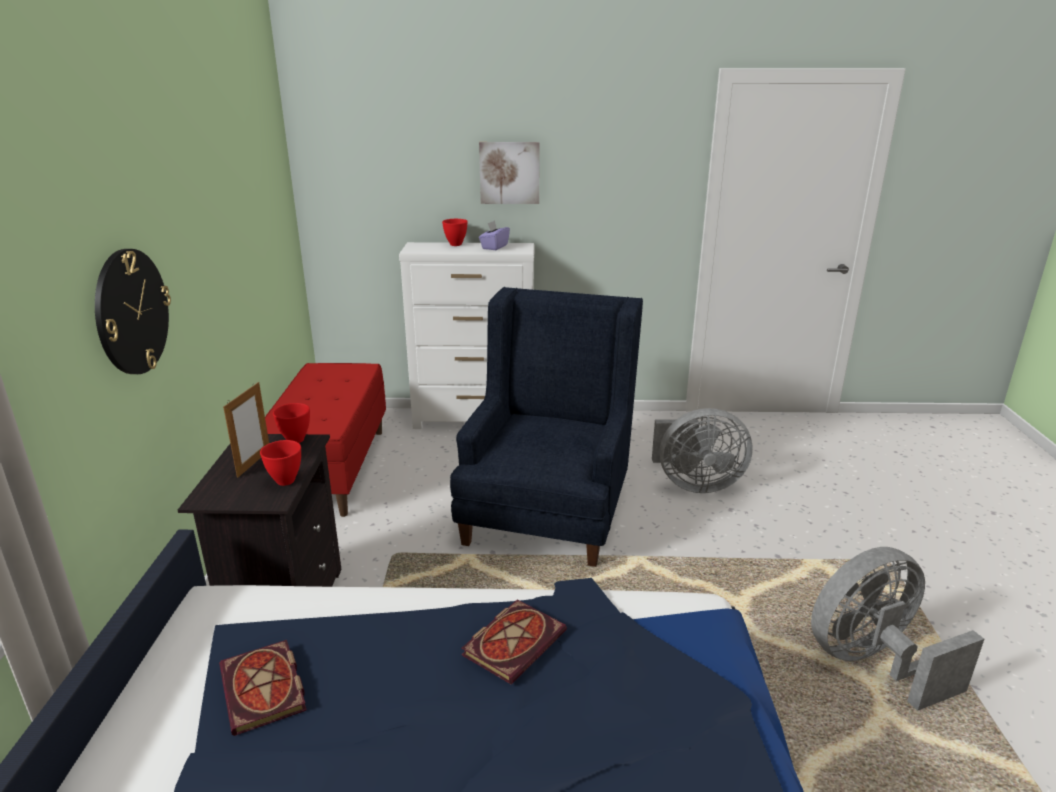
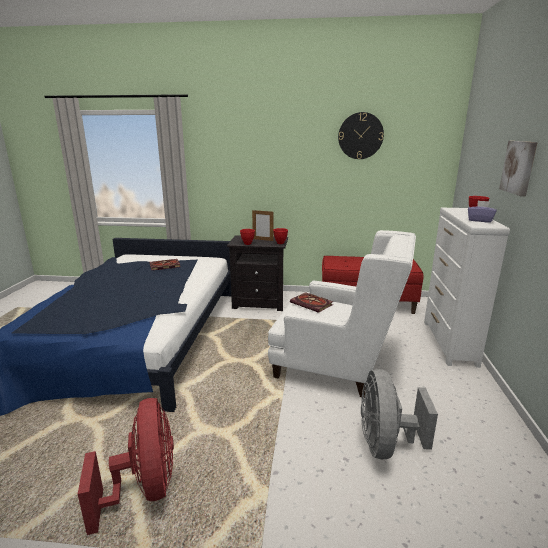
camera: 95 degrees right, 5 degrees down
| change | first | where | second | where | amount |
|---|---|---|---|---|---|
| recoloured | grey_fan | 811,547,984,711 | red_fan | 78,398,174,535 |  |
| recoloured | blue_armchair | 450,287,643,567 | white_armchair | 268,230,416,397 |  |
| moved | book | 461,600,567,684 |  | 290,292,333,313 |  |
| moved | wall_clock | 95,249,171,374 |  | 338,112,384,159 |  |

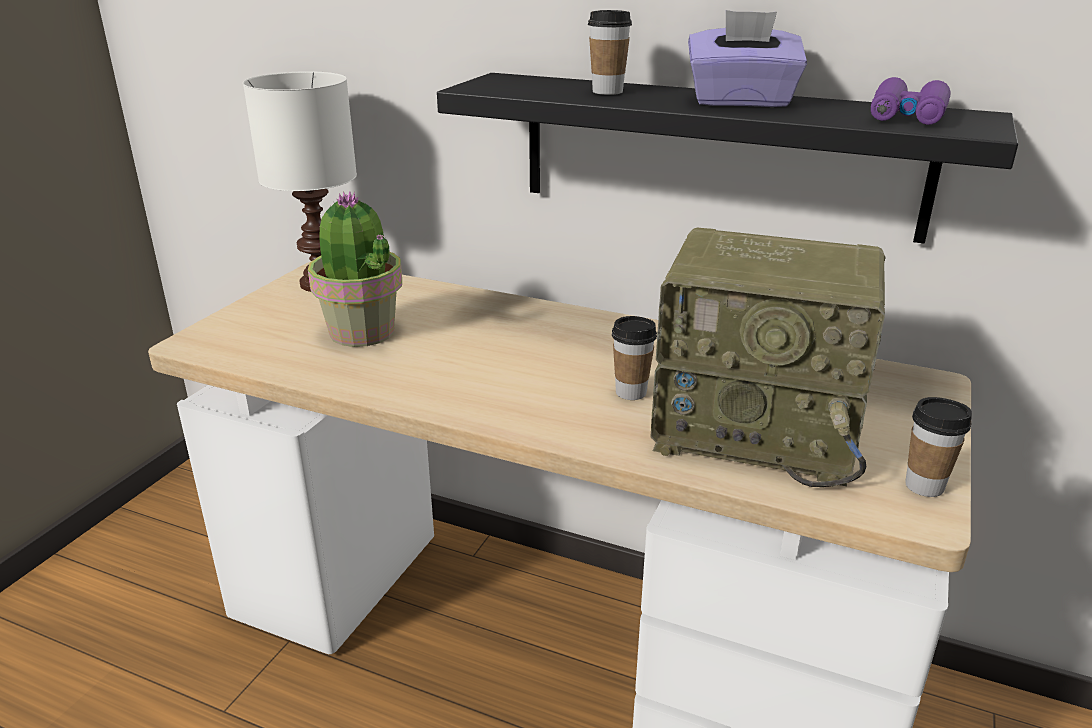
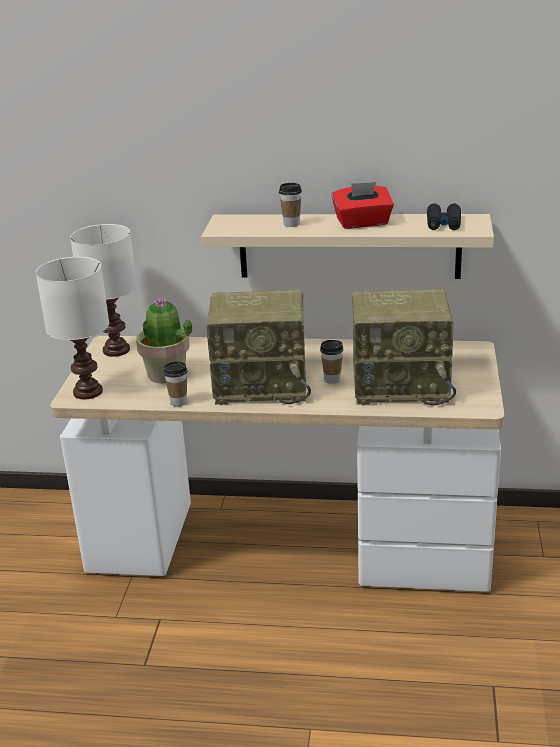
camera: 15 degrees left, 0 degrees up
| change | first | where | second | where | amount |
|---|---|---|---|---|---|
| added |  |  | white_table_lamp | 36,257,109,399 |  |
| moved | cup | 905,397,972,497 |  | 163,362,187,406 |  |
| recoloured | black_shelf | 437,73,1018,244 | beige_shelf | 201,214,494,279 |  |
| added |  |  | radio | 207,289,311,405 |  |
| recoloured | purple_tissue_box | 688,10,807,107 | red_tissue_box | 331,182,394,229 |  |
| recoloured | purple_binoculars | 871,77,950,125 | black_binoculars | 427,203,461,230 |  |

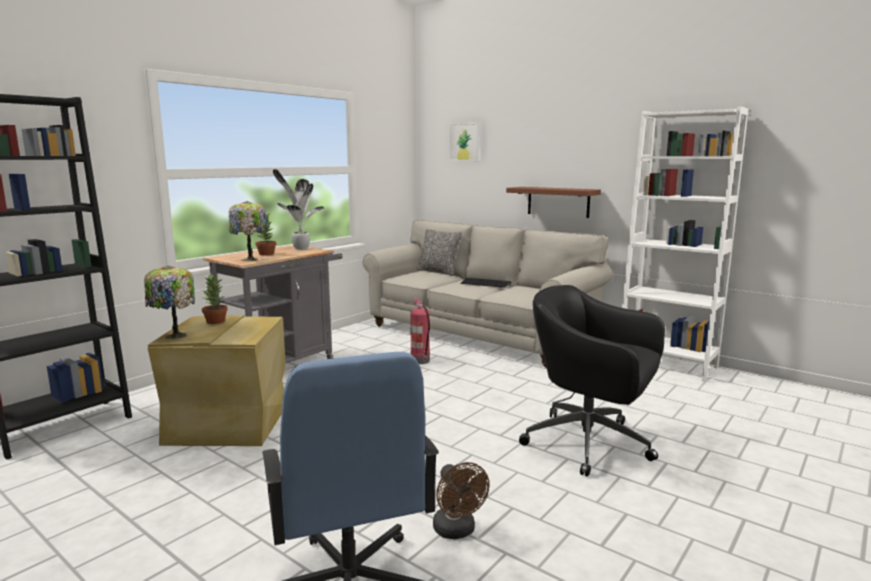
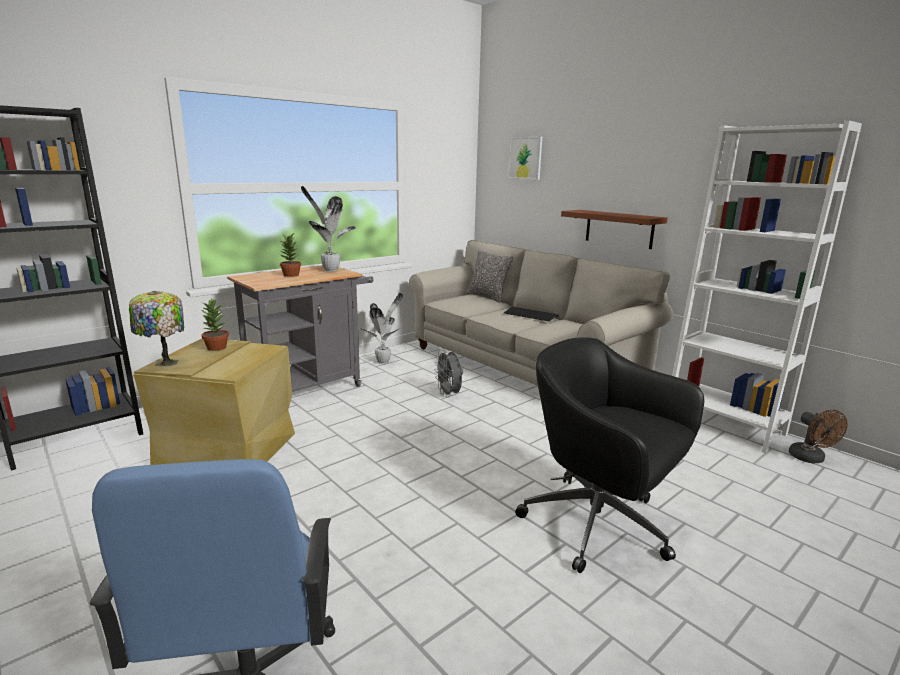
camera: 10 degrees right, 5 degrees up
| change | first | where | second | where | amount |
|---|---|---|---|---|---|
| added |  |  | potted_plant | 360,293,403,364 |  |
| replaced | fire_extinguisher | 410,297,430,364 | grey_fan | 434,350,463,398 |  |
| moved | brown_fan | 433,462,489,539 |  | 789,410,847,463 |  |
| removed | table_lamp | 229,201,267,261 |  |  |  |

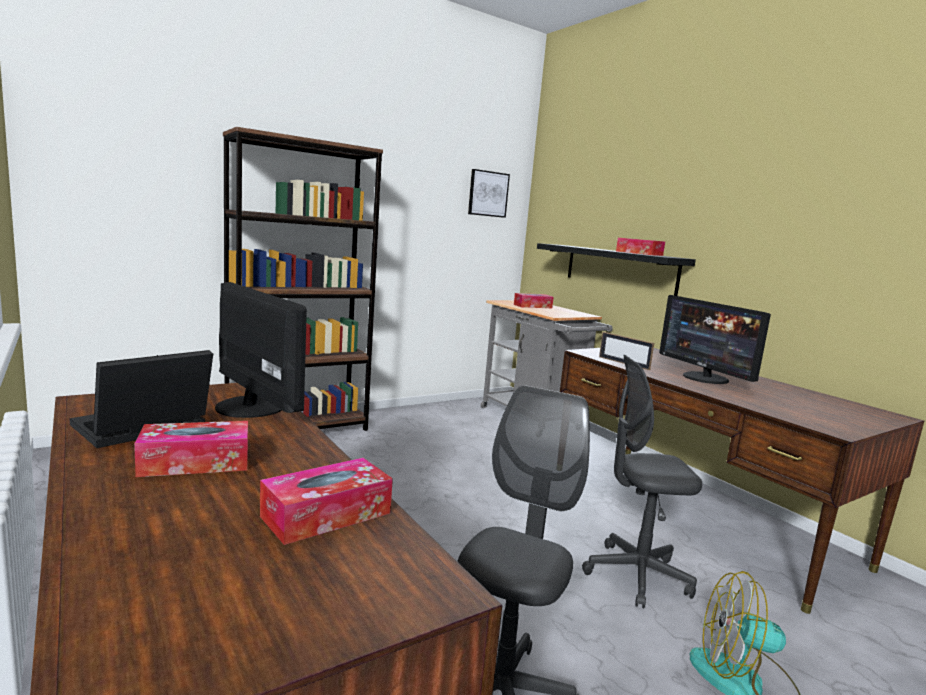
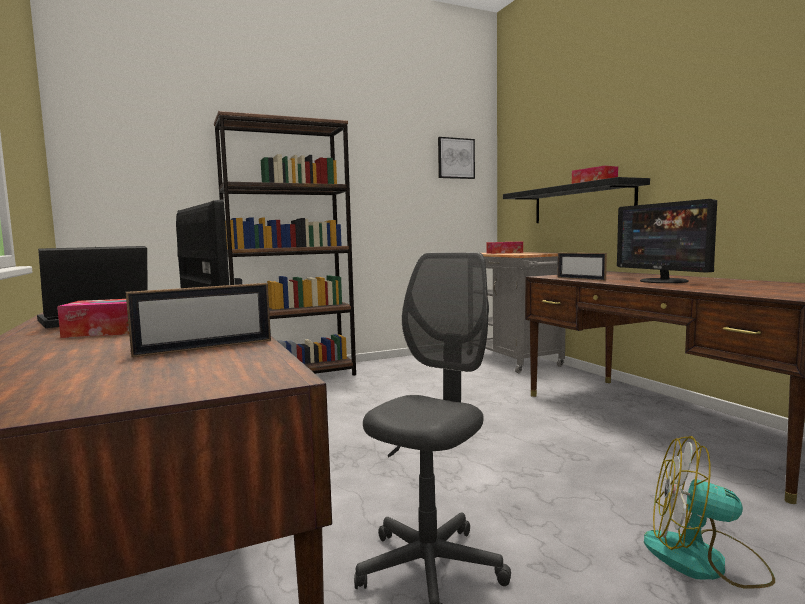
camera: 10 degrees right, 5 degrees down
| change | first | where | second | where | amount |
|---|---|---|---|---|---|
| replaced | tissue_box | 260,458,393,545 | picture_frame | 126,283,271,357 |  |
| removed | grey_office_chair | 582,355,702,608 |  |  |  |

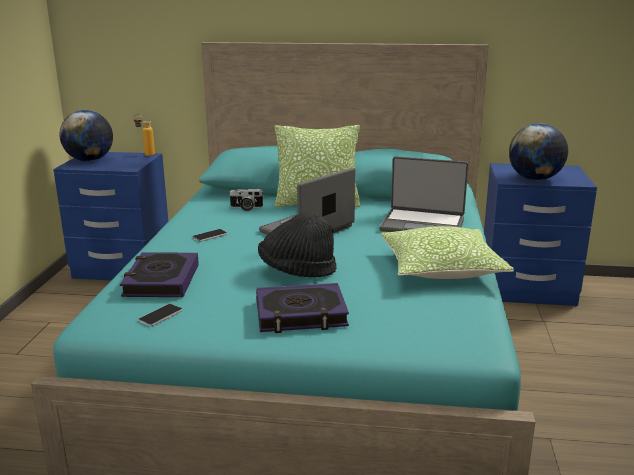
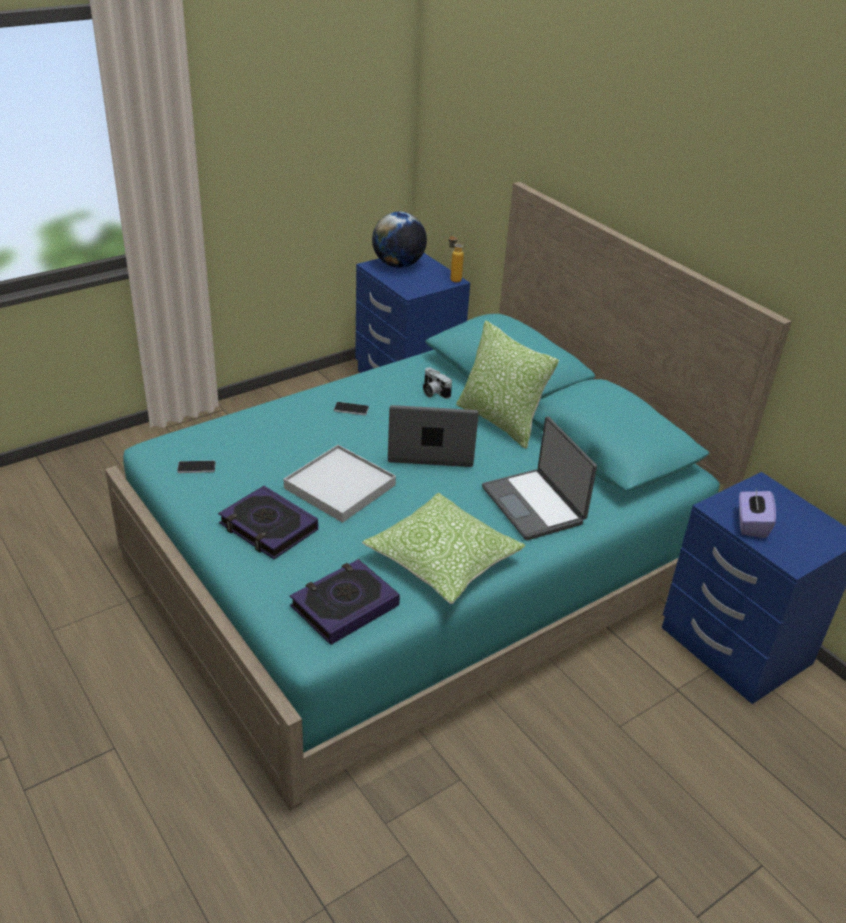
camera: 45 degrees right, 15 degrees up
| change | first | where | second | where | amount |
|---|---|---|---|---|---|
| replaced | black_hat | 258,212,336,277 | white_tray | 284,445,396,523 |  |
| moved | book | 120,252,199,297 |  | 290,559,400,645 |  |
| replaced | globe | 509,123,568,180 | purple_tissue_box | 739,489,776,538 |  |

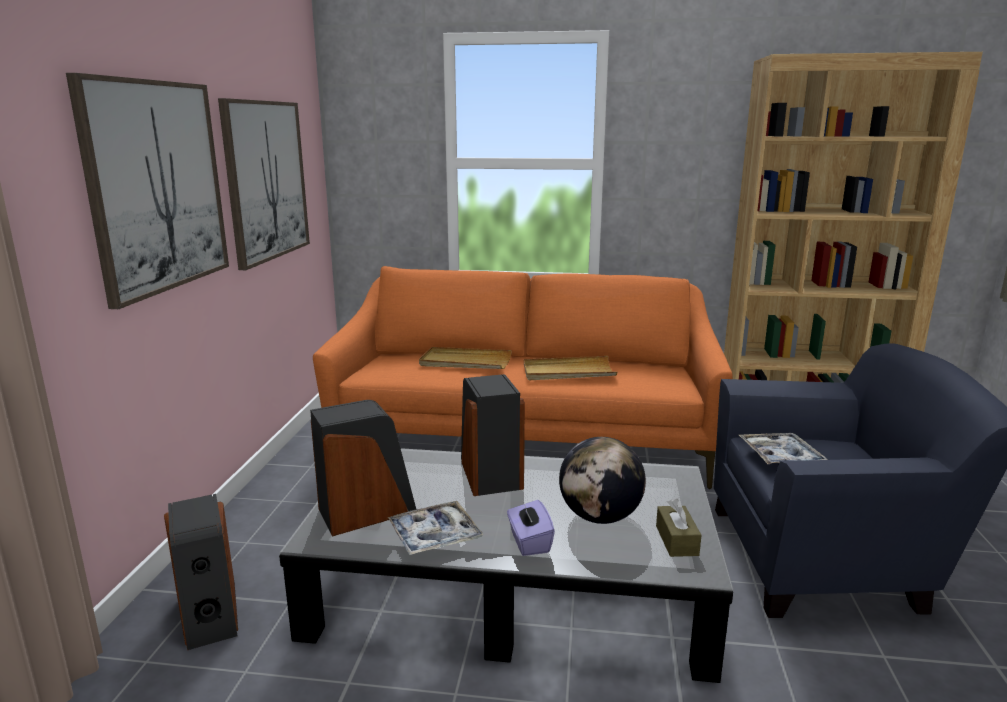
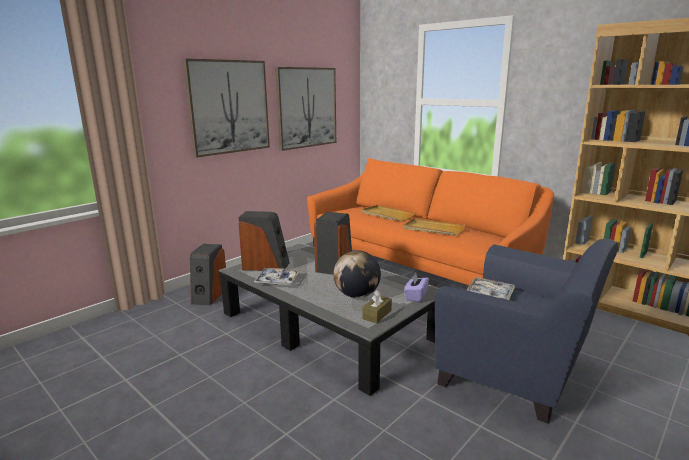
camera: 35 degrees right, 0 degrees up
| change | first | where | second | where | amount |
|---|---|---|---|---|---|
| moved | purple_tissue_box | 507,498,555,556 |  | 404,273,429,302 |  |

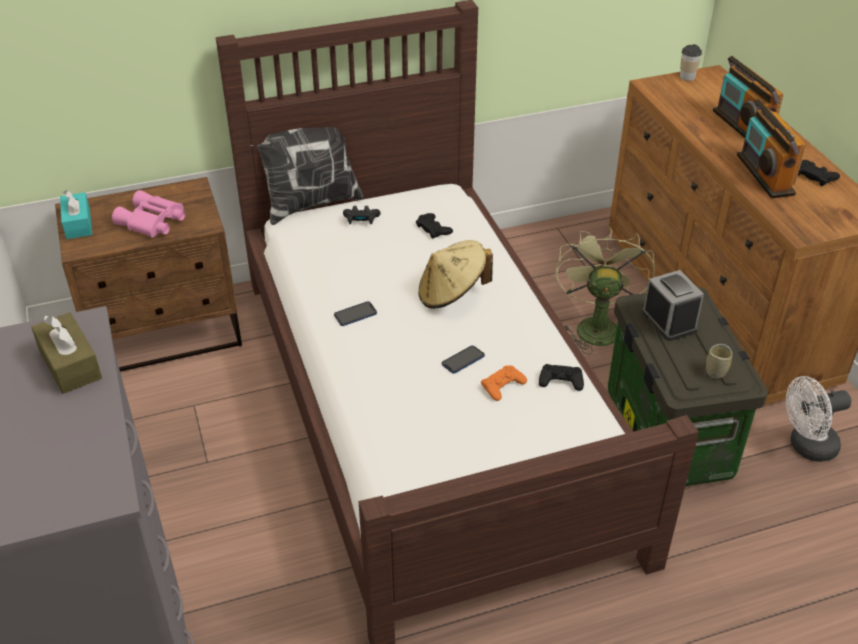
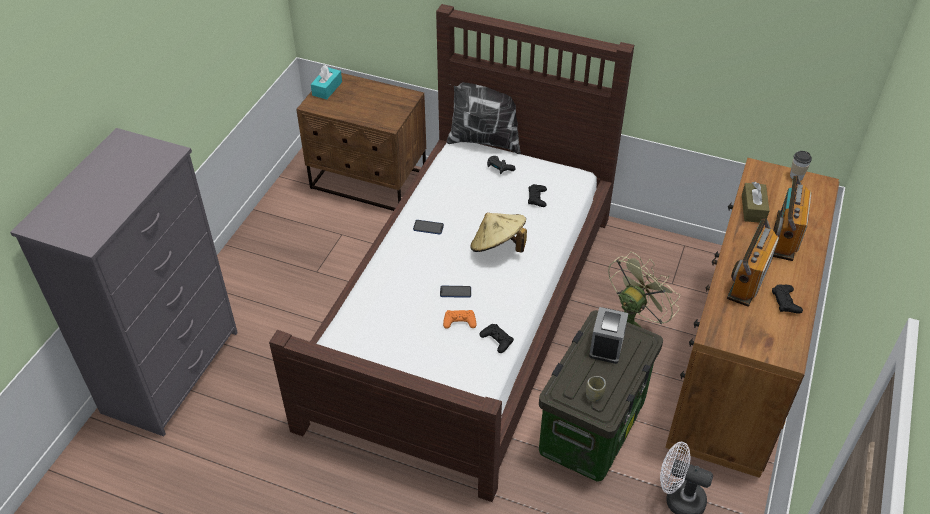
camera: 40 degrees right, 5 degrees up
| change | first | where | second | where | amount |
|---|---|---|---|---|---|
| moved | brown_tissue_box | 31,312,102,394 |  | 742,182,769,223 |  |
| removed | pink_binoculars | 112,190,185,238 |  |  |  |

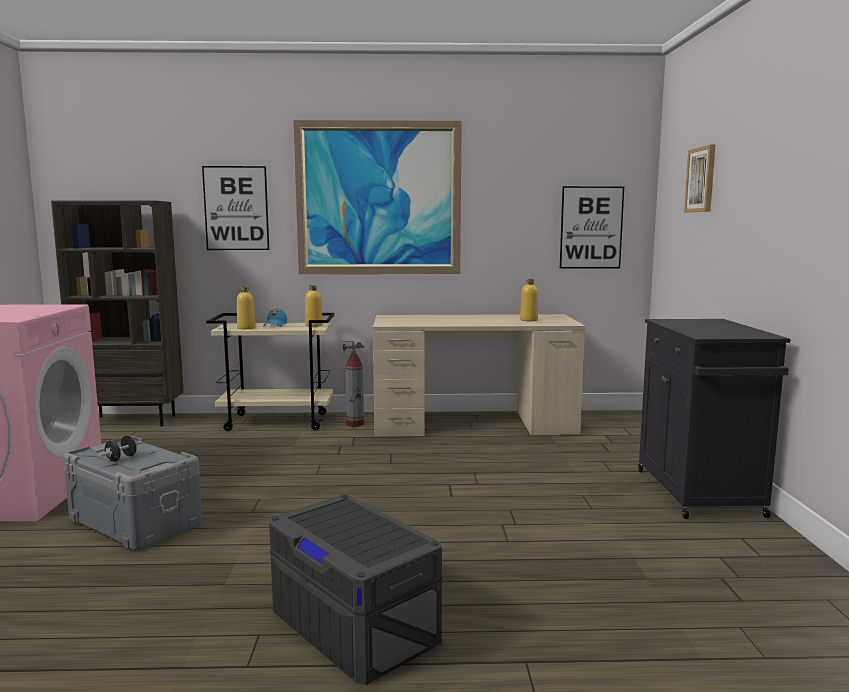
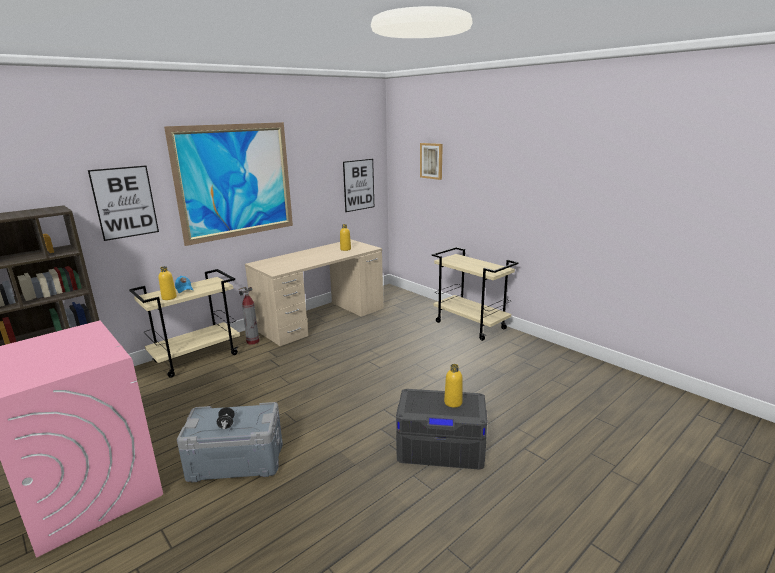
camera: 40 degrees left, 10 degrees up
| change | first | where | second | where | amount |
|---|---|---|---|---|---|
| replaced | black_cabinet | 638,319,791,519 | beige_cart | 432,247,519,341 |  |
| moved | yellow_bottle | 305,285,323,327 |  | 444,364,463,408 |  |

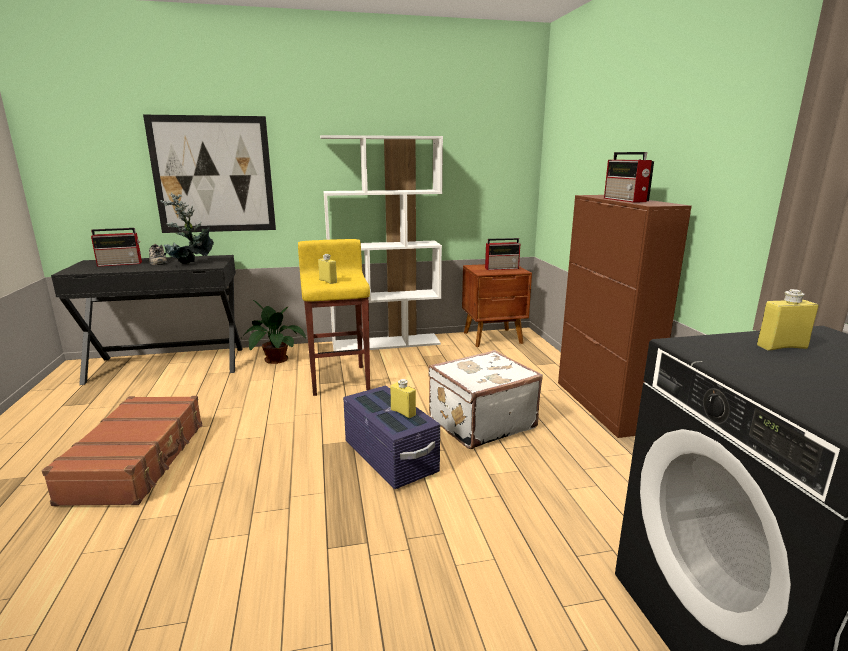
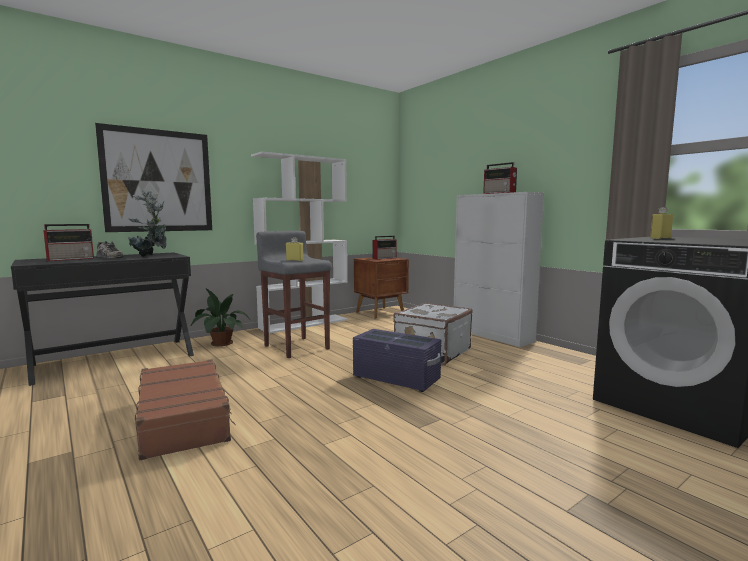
camera: 25 degrees left, 10 degrees down
| change | first | where | second | where | amount |
|---|---|---|---|---|---|
| recoloured | yellow_stool | 298,239,370,396 | grey_stool | 256,231,331,358 |  |
| recoloured | brown_cabinet | 558,195,692,438 | white_cabinet | 454,192,544,347 |  |
| removed | yellow_bottle | 390,379,416,418 |  |  |  |

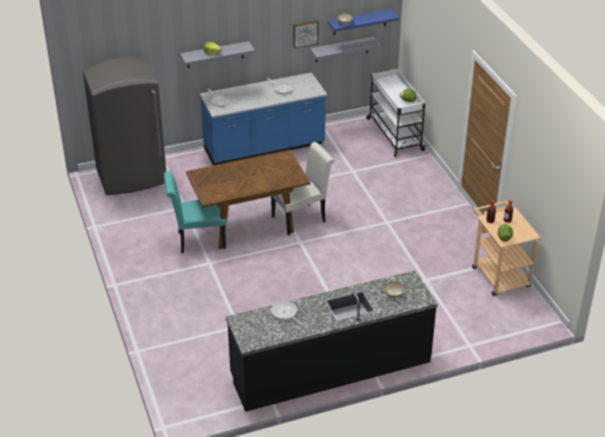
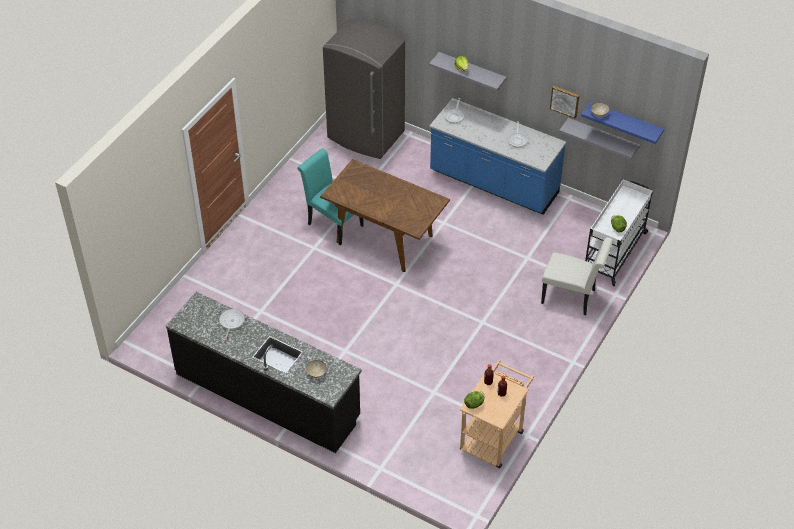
camera: 50 degrees right, 10 degrees up
| change | first | where | second | where | amount |
|---|---|---|---|---|---|
| moved | white_chair | 271,142,335,235 |  | 541,237,613,315 |  |

